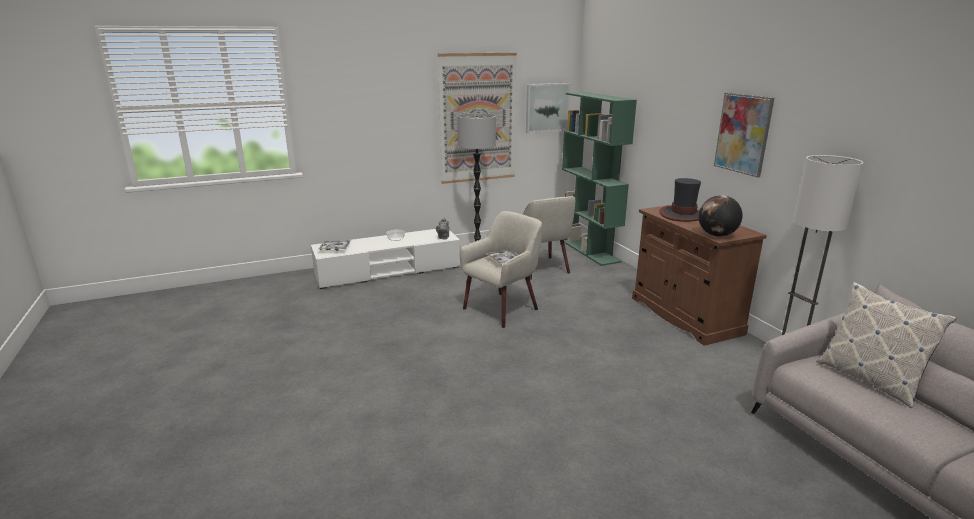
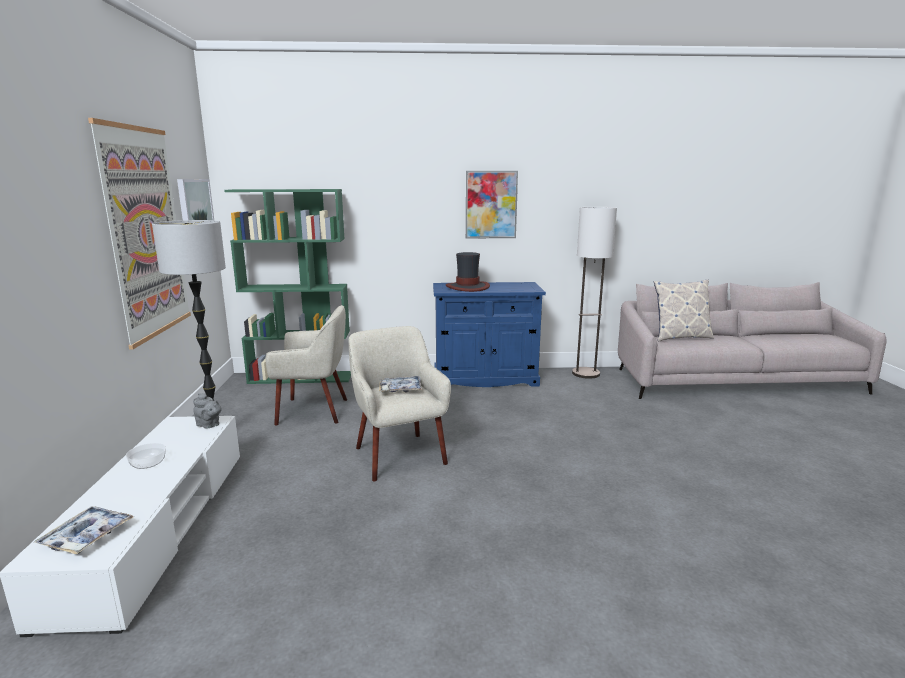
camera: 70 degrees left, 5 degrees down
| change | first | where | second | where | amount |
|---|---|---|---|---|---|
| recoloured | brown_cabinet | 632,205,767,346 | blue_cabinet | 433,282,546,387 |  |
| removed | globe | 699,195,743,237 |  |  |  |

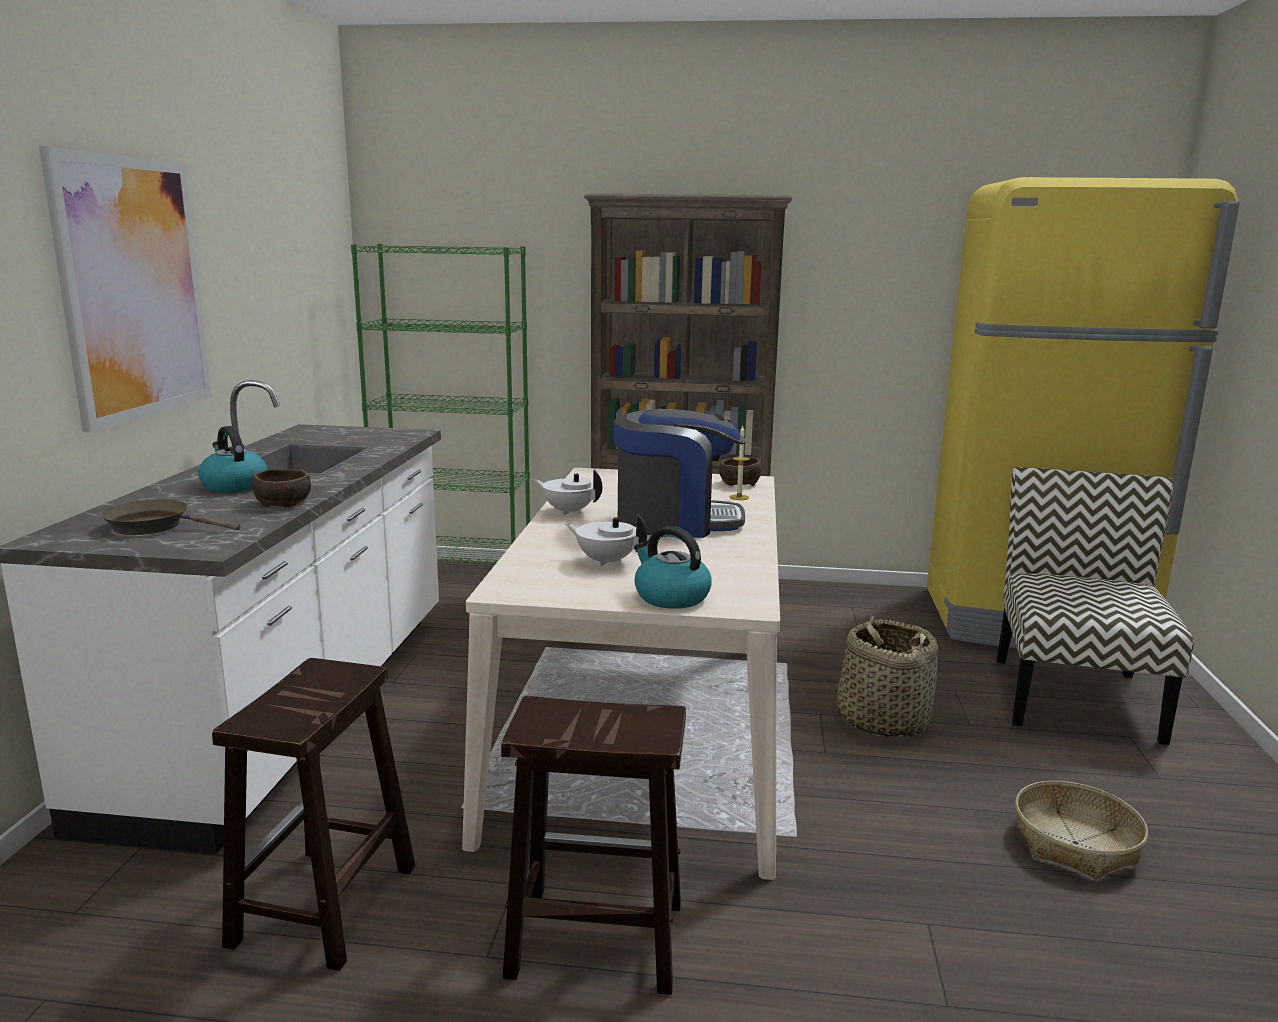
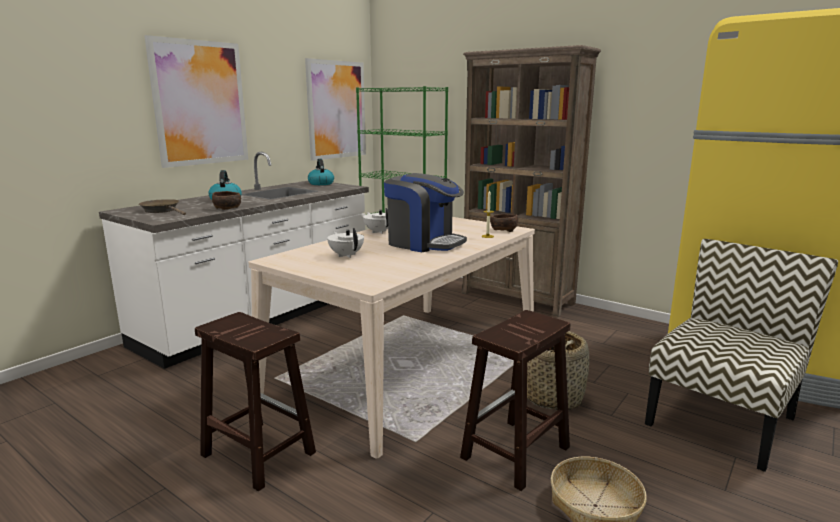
camera: 30 degrees right, 0 degrees up
| change | first | where | second | where | amount |
|---|---|---|---|---|---|
| added |  |  | picture | 305,58,366,161 |  |
| moved | kettle | 634,526,712,609 |  | 308,159,334,185 |  |
| moved | brown_stool | 212,658,415,971 |  | 460,310,570,491 |  |

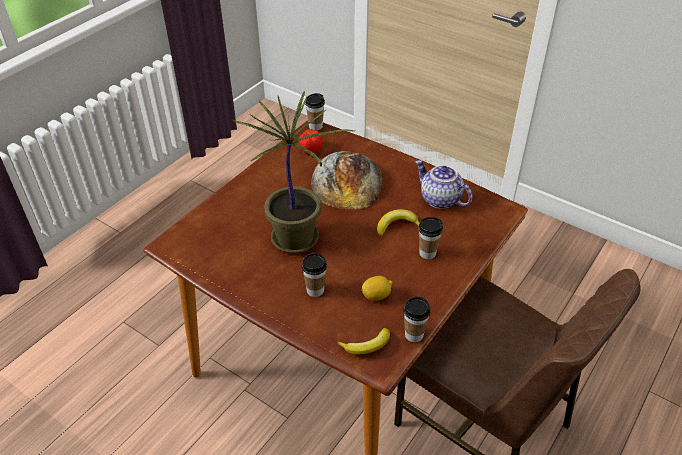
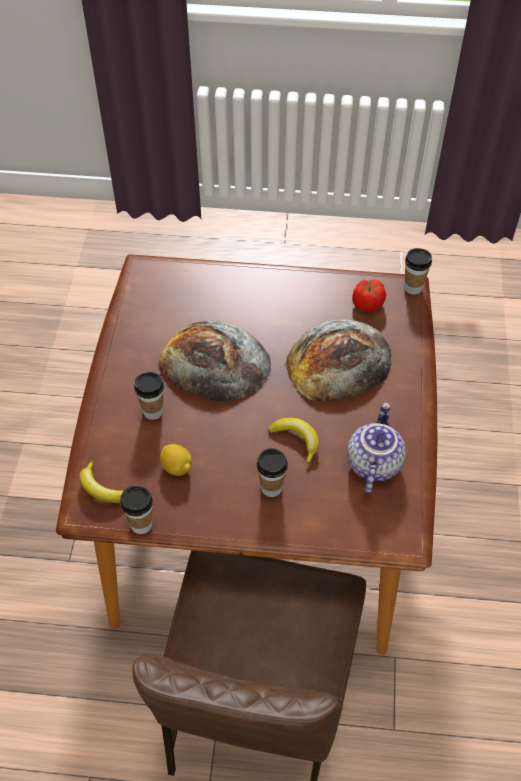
camera: 60 degrees right, 10 degrees up
| change | first | where | second | where | amount |
|---|---|---|---|---|---|
| replaced | potted_plant | 232,91,355,254 | bread | 158,320,271,402 |  |

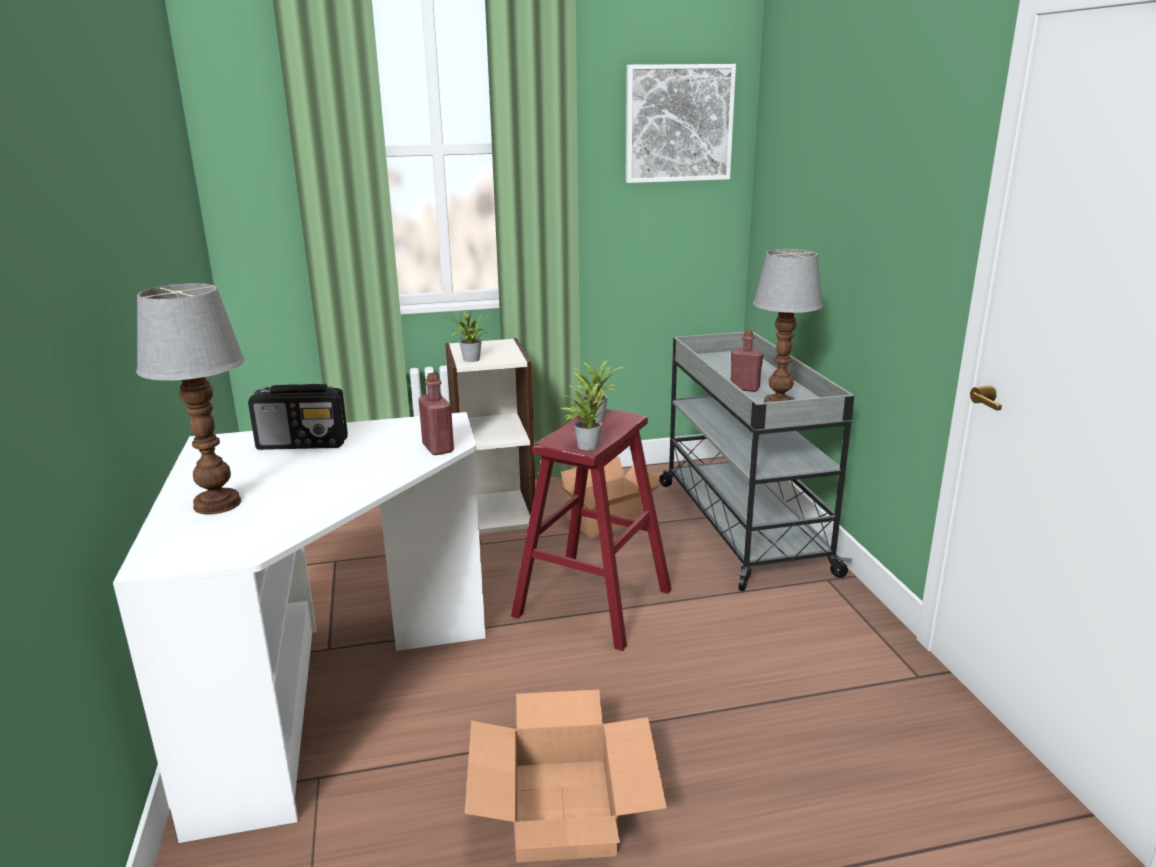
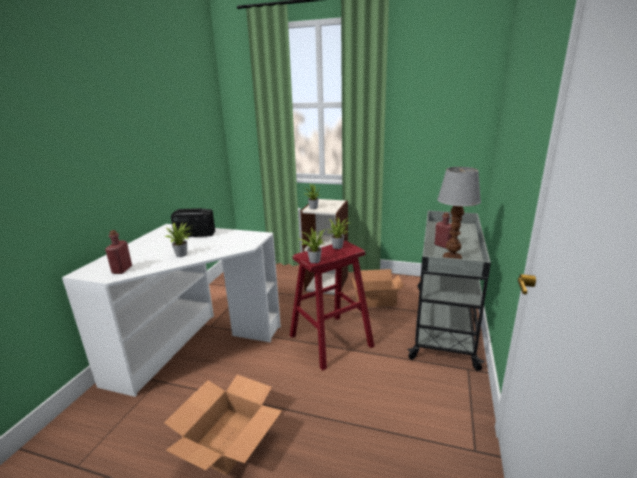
camera: 30 degrees right, 0 degrees up
| change | first | where | second | where | amount |
|---|---|---|---|---|---|
| moved | red_bottle | 418,373,454,455 |  | 105,230,132,274 |  |
| added |  |  | potted_plant | 165,222,193,257 |  |
| turned | radio | 248,384,348,450 |  | 171,208,215,237 | 150 degrees clockwise |
| removed | table_lamp | 136,283,245,515 |  |  |  |
| removed | picture | 626,64,736,183 |  |  |  |

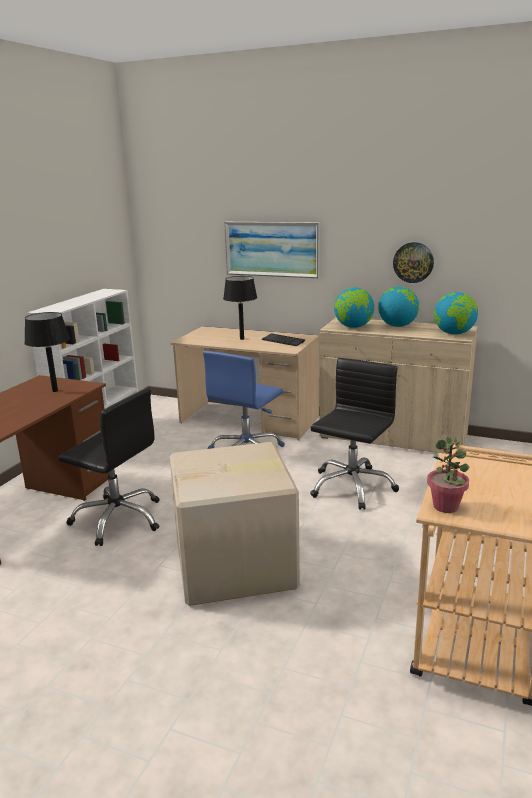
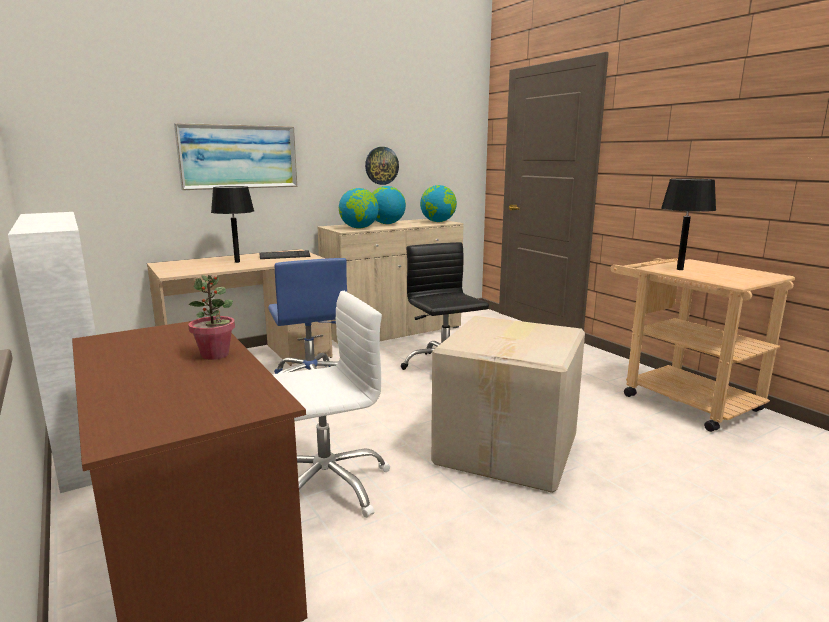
camera: 55 degrees left, 5 degrees down
| change | first | where | second | where | amount |
|---|---|---|---|---|---|
| moved | potted_plant | 427,437,469,513 |  | 188,275,235,360 |  |
| recoloured | black_office_chair | 58,388,159,546 | white_office_chair | 272,291,390,518 |  |
| moved | black_table_lamp | 24,312,70,392 |  | 661,178,716,270 |  |

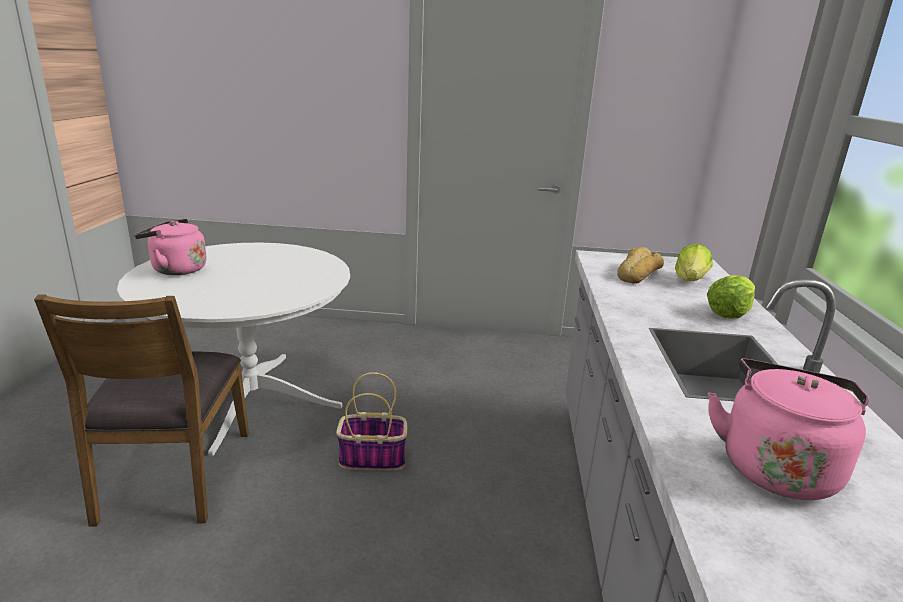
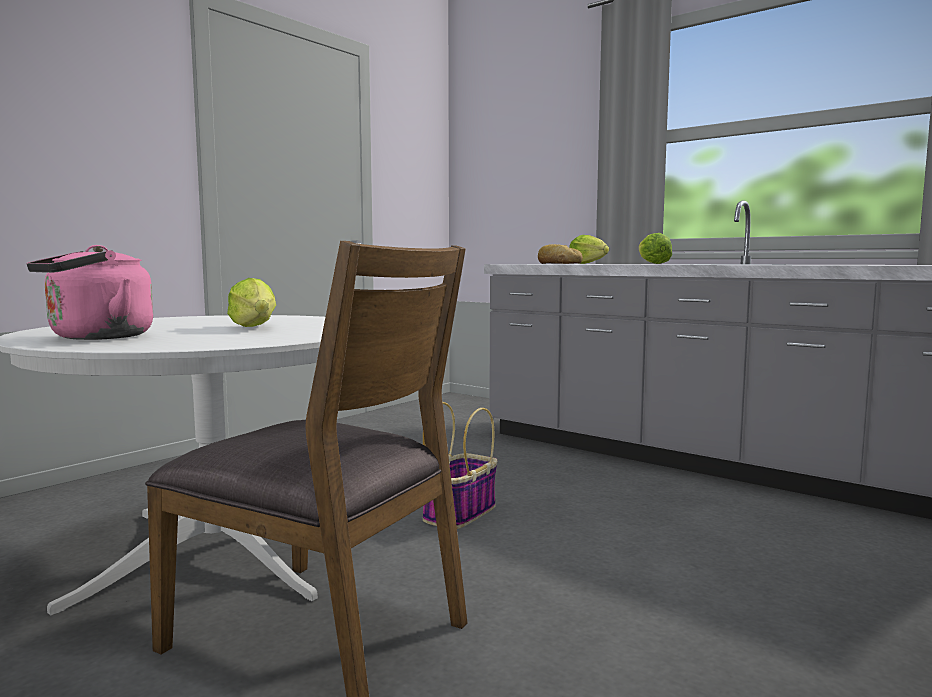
camera: 55 degrees left, 15 degrees down
| change | first | where | second | where | amount |
|---|---|---|---|---|---|
| added |  |  | lettuce | 227,278,276,327 |  |
| removed | pink_kettle | 708,358,869,500 |  |  |  |

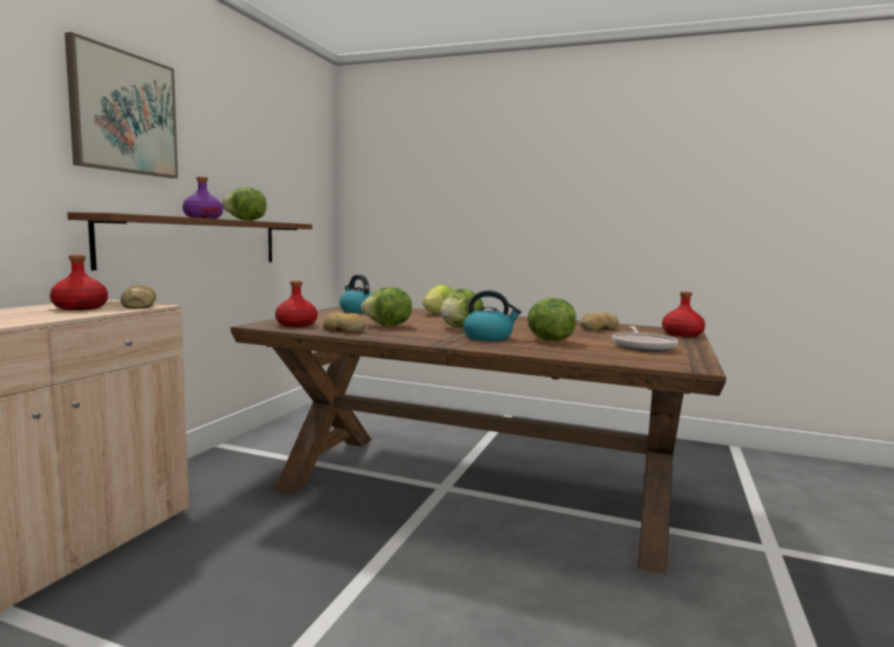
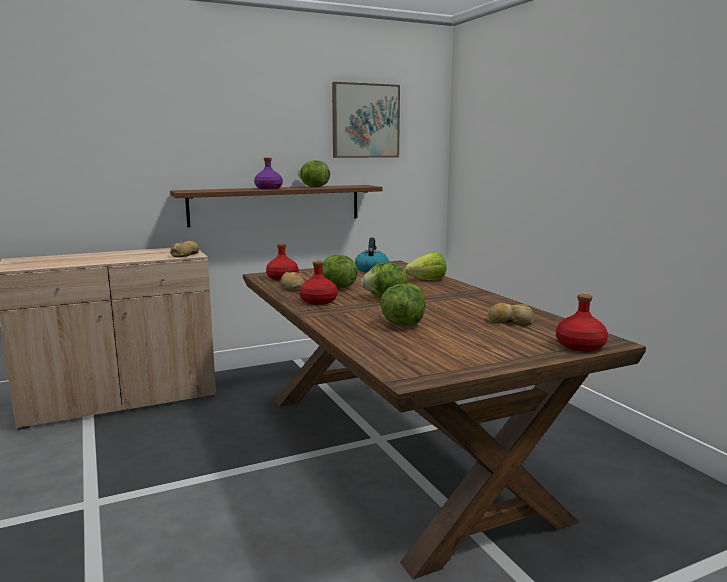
camera: 45 degrees right, 5 degrees up
| change | first | where | second | where | amount |
|---|---|---|---|---|---|
| moved | red_bottle | 50,255,108,310 |  | 299,261,338,305 |  |
| moved | picture | 65,32,178,178 |  | 332,82,400,158 |  |
| removed | kettle | 463,290,521,341 |  |  |  |
| removed | frying_pan | 612,326,678,352 |  |  |  |

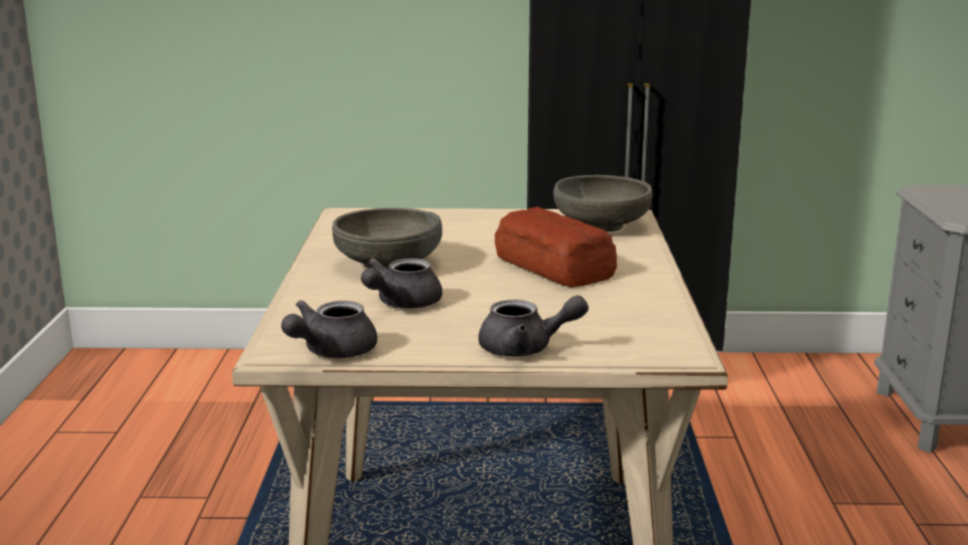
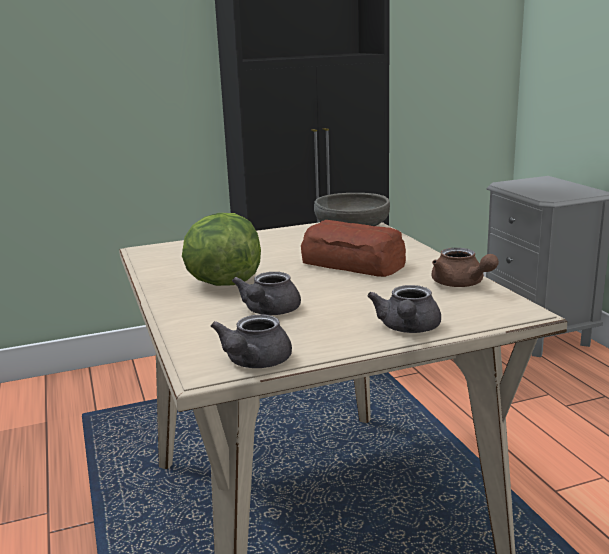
camera: 20 degrees left, 0 degrees up
| change | first | where | second | where | amount |
|---|---|---|---|---|---|
| replaced | grey_bowl | 332,208,442,269 | lettuce | 182,213,261,286 |  |
| turned | grey_teapot | 478,295,589,357 |  | 367,285,441,333 | 120 degrees clockwise |
| added |  |  | brown_teapot | 432,248,499,287 |  |

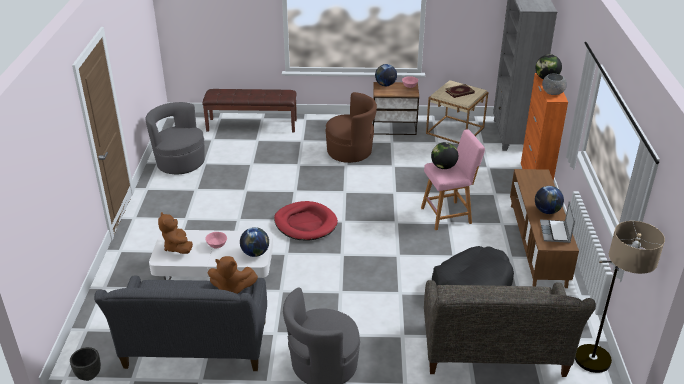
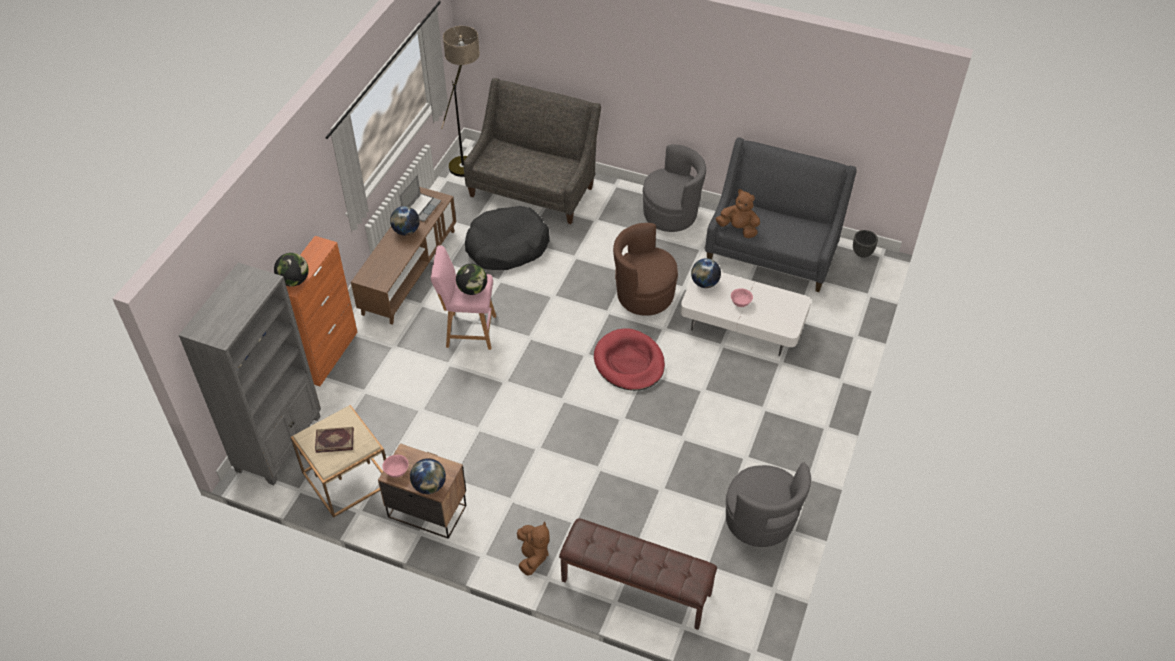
camera: 160 degrees left, 15 degrees up
| change | first | where | second | where | amount |
|---|---|---|---|---|---|
| moved | brown_plush_toy | 158,212,193,254 |  | 517,521,549,576 |  |
| moved | brown_armchair | 325,92,377,163 |  | 613,223,678,316 |  |
| removed | grey_bowl | 542,74,567,95 |  |  |  |

